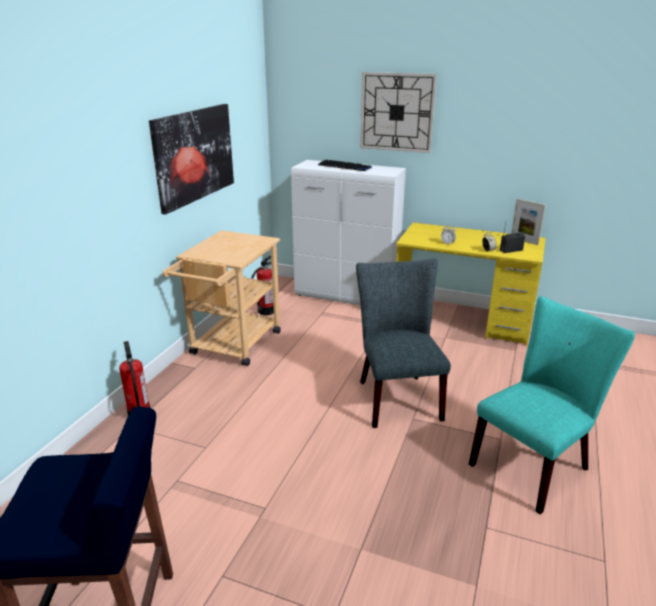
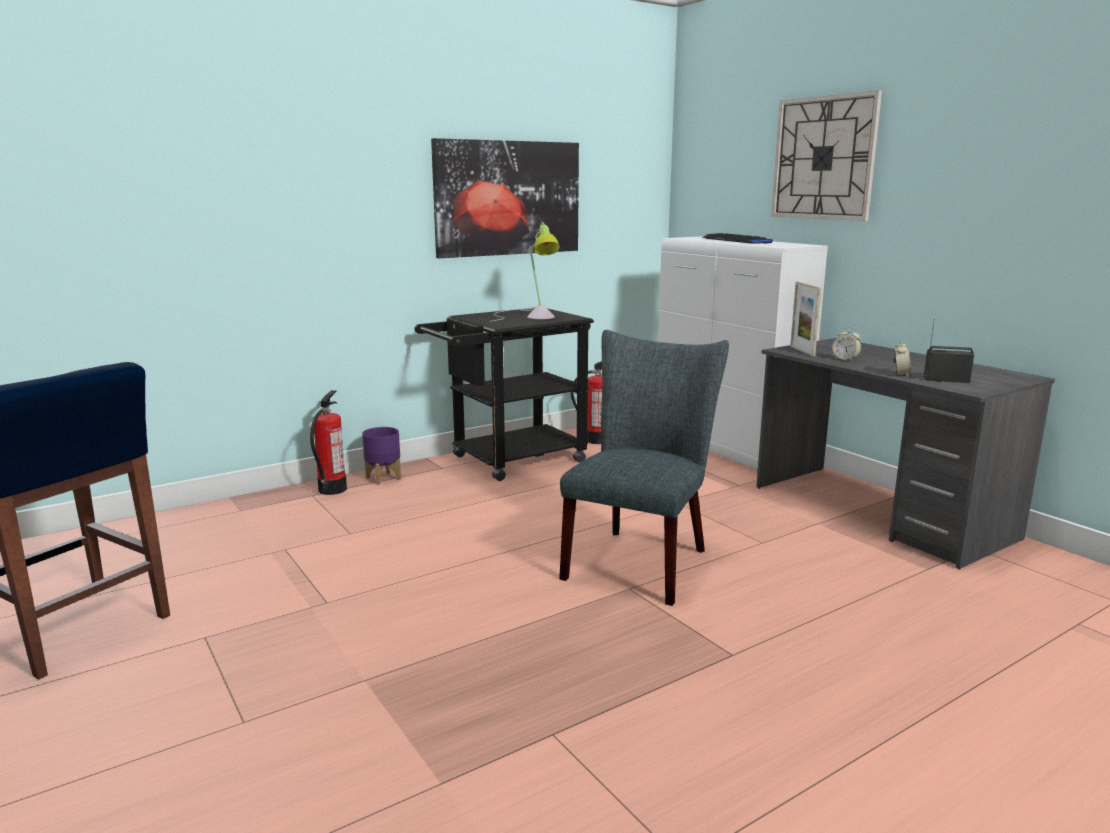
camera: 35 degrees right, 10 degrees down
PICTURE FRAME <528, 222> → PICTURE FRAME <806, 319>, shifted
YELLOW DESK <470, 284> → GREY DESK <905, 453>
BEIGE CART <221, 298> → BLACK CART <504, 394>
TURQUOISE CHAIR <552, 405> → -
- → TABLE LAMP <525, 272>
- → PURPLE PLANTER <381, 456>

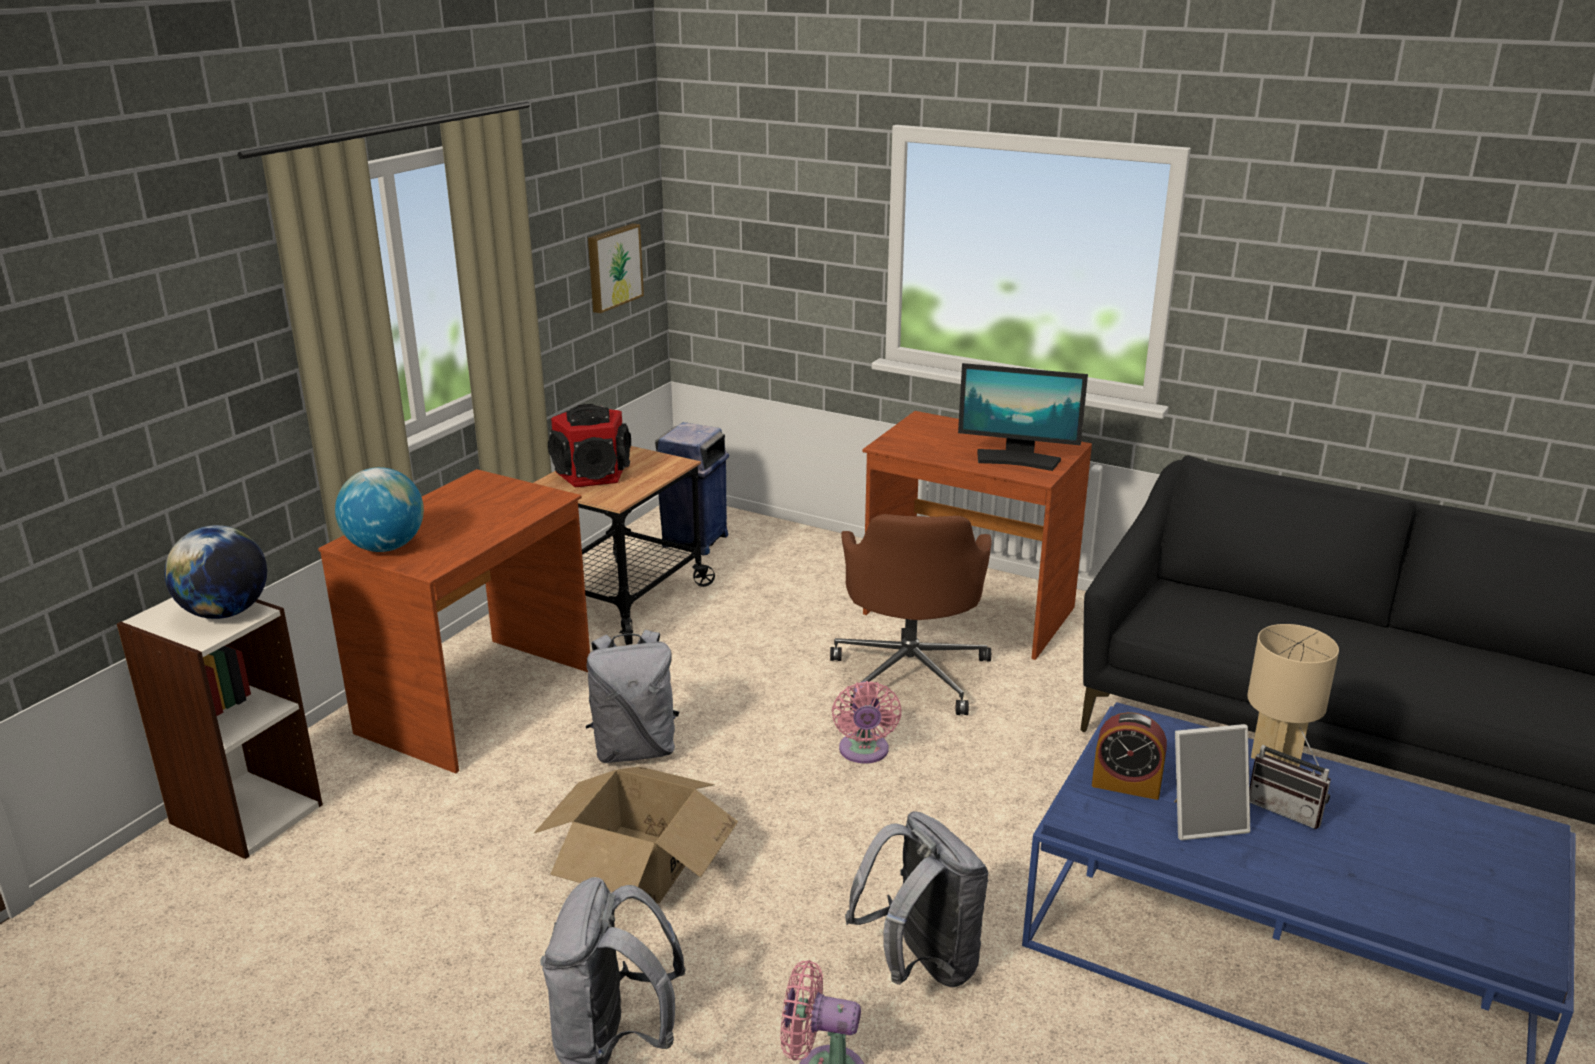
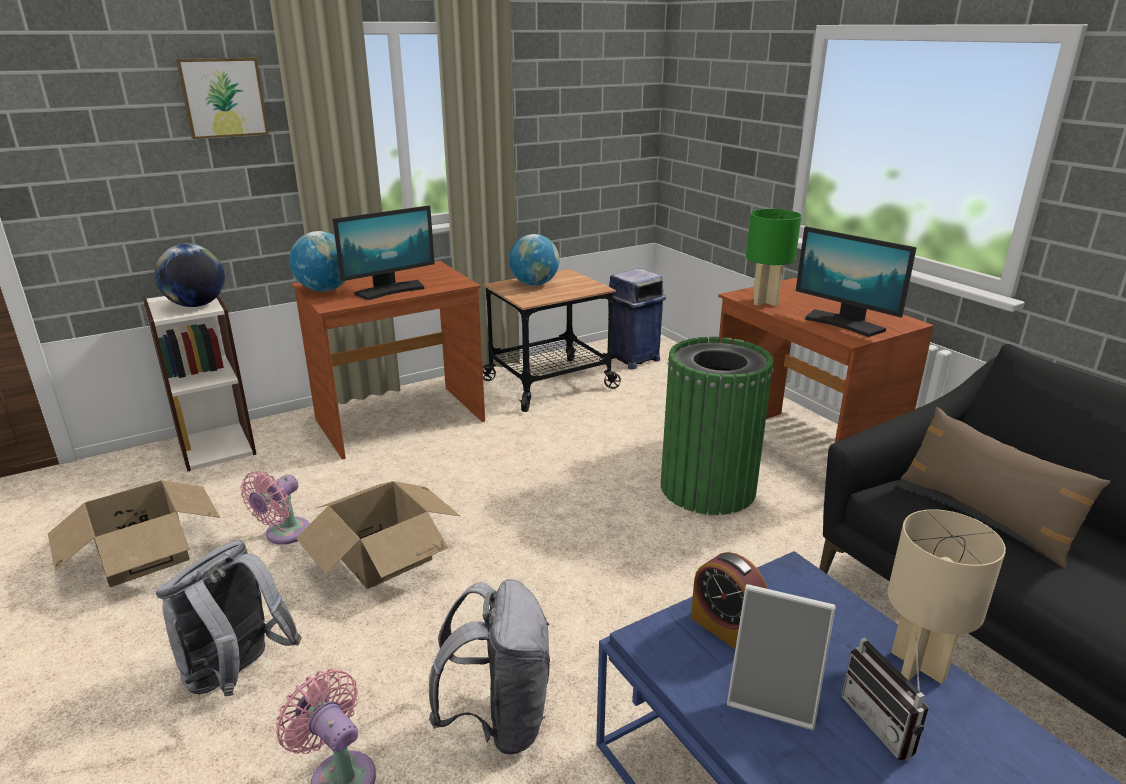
camera: 30 degrees right, 0 degrees up
PICTURE <616, 268> → PICTURE <222, 98>, shifted
SPEAKER <589, 445> → GLOBE <534, 260>
BROWN OFFICE CHAIR <911, 614> → GREEN TRASH CAN <717, 426>
GREY BACKPACK <632, 696> → -
PINK FAN <866, 722> → PINK FAN <275, 508>, shifted
- → MONITOR <384, 252>
- → GREEN TABLE LAMP <773, 257>
- → BROWN PILLOW <1006, 487>
- → CARDBOARD BOX <134, 533>

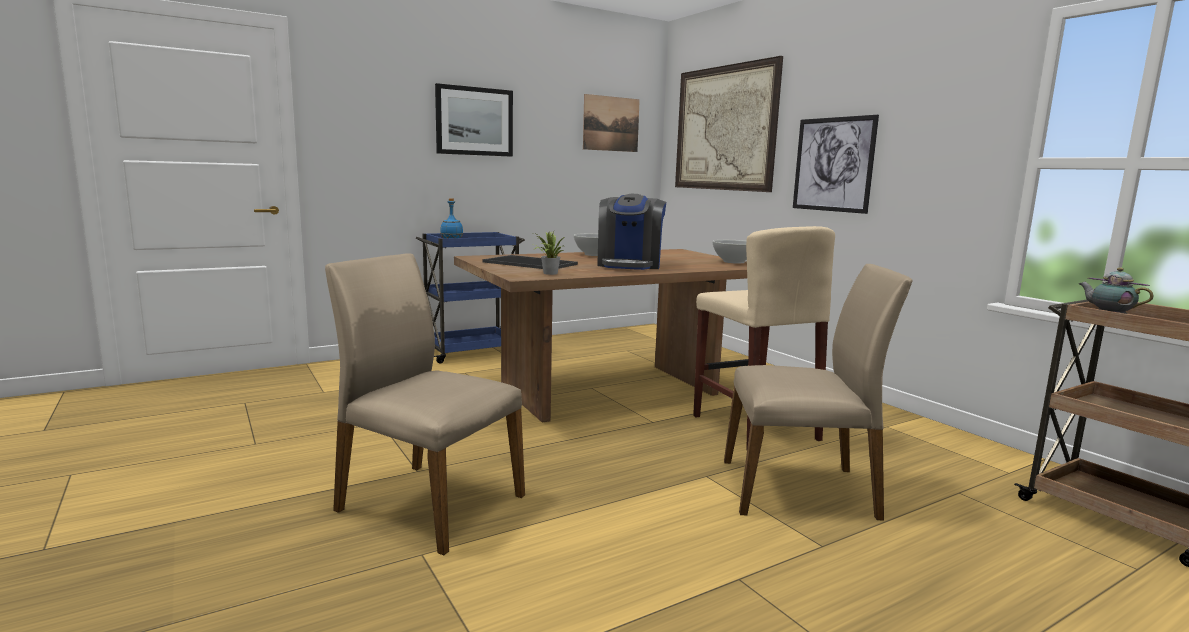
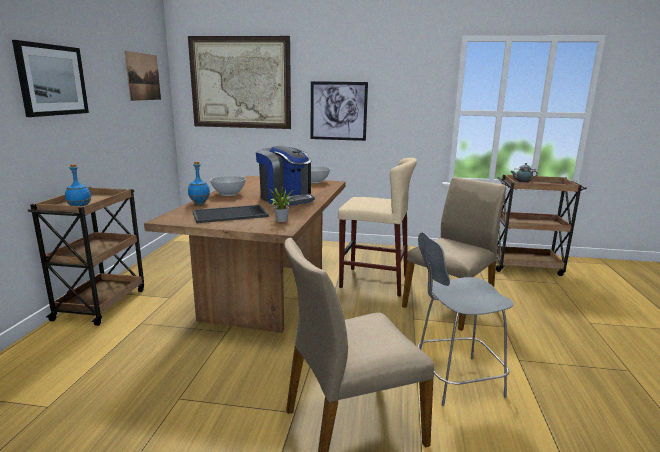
camera: 50 degrees left, 5 degrees up
BLUE CART <470, 298> → BROWN CART <86, 256>
- → BLUE BOTTLE <199, 182>
- → GREY CHAIR <466, 319>

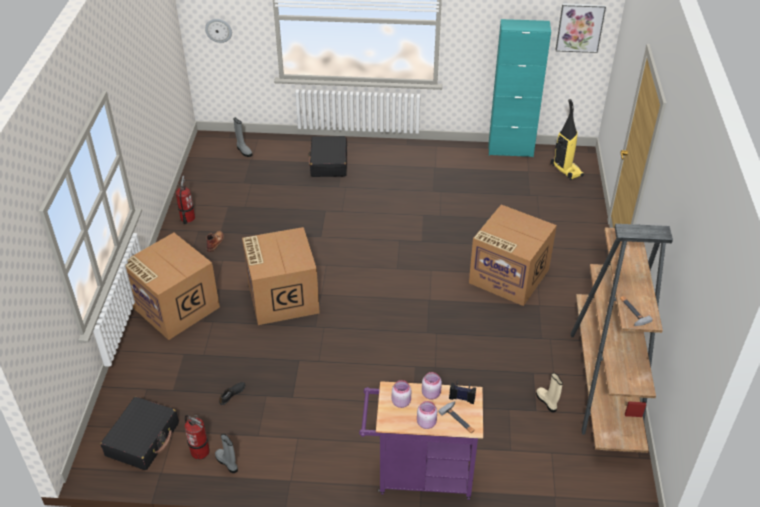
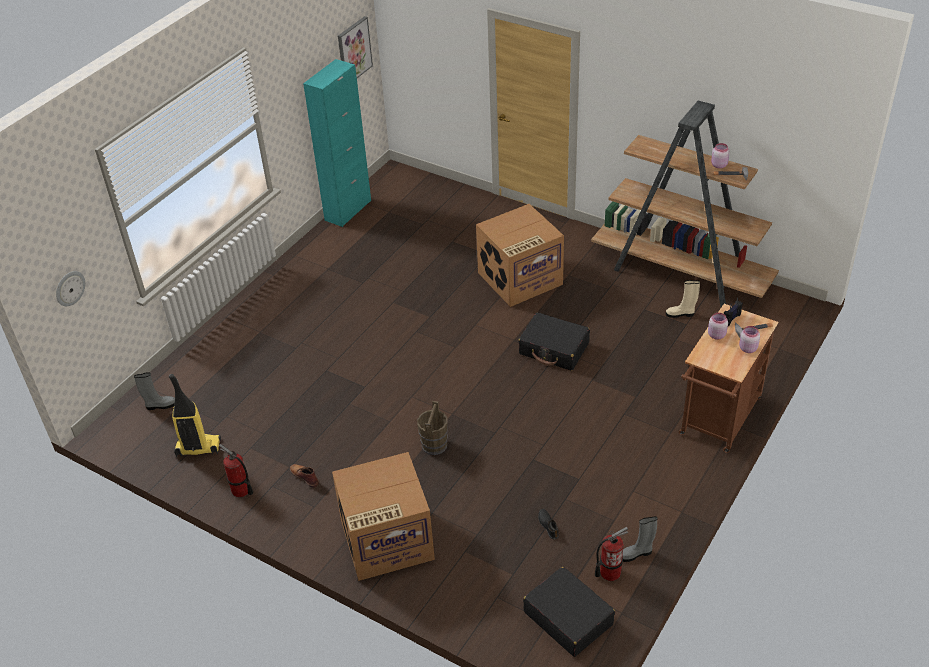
camera: 60 degrees left, 0 degrees up
VACUUM CLEANER <567, 139> → VACUUM CLEANER <195, 415>, shifted
BLACK SUITCASE <327, 156> → BLACK SUITCASE <554, 341>, shifted
CARDBOARD BOX <281, 276> → BROWN BUCKET <432, 428>
PINK JAR <401, 394> → PINK JAR <720, 155>, shifted
PURPLE CART <421, 440> → BROWN CART <728, 378>

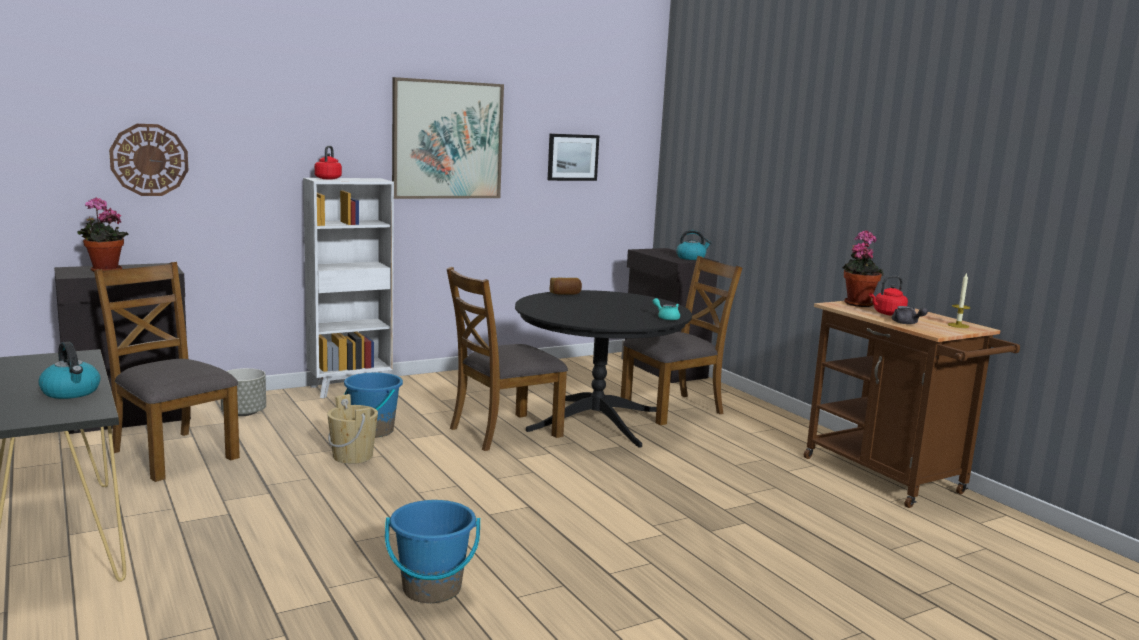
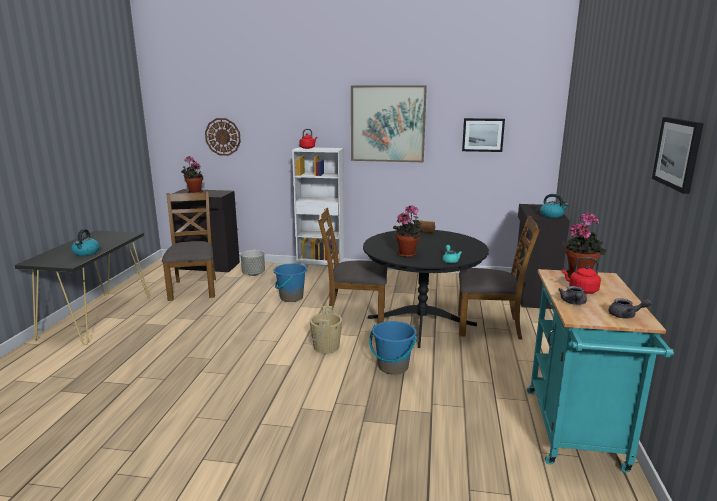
camera: 40 degrees right, 5 degrees up
CANDLE <959, 300> → GREY TEAPOT <630, 308>
BROWN CART <912, 403> → TURQUOISE CART <600, 371>
BEIGE BUCKET <352, 429> → BEIGE BUCKET <326, 329>, shifted
BLUE BUCKET <432, 551> → BLUE BUCKET <393, 348>, shifted
- → PICTURE <678, 155>
- → POTTED PLANT <408, 231>

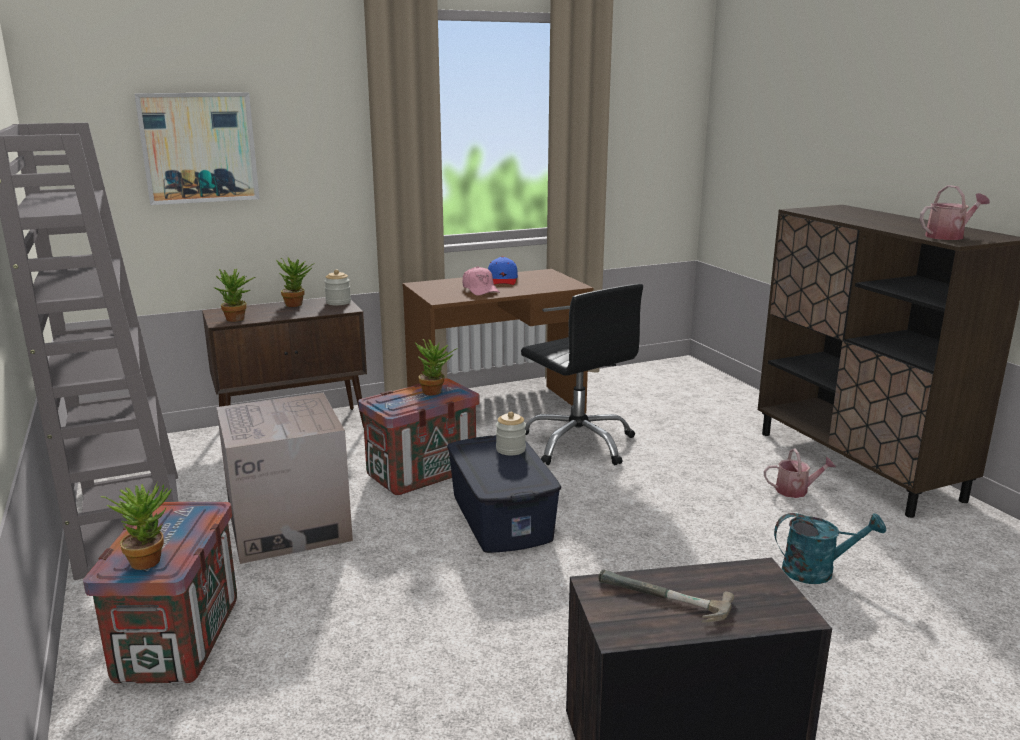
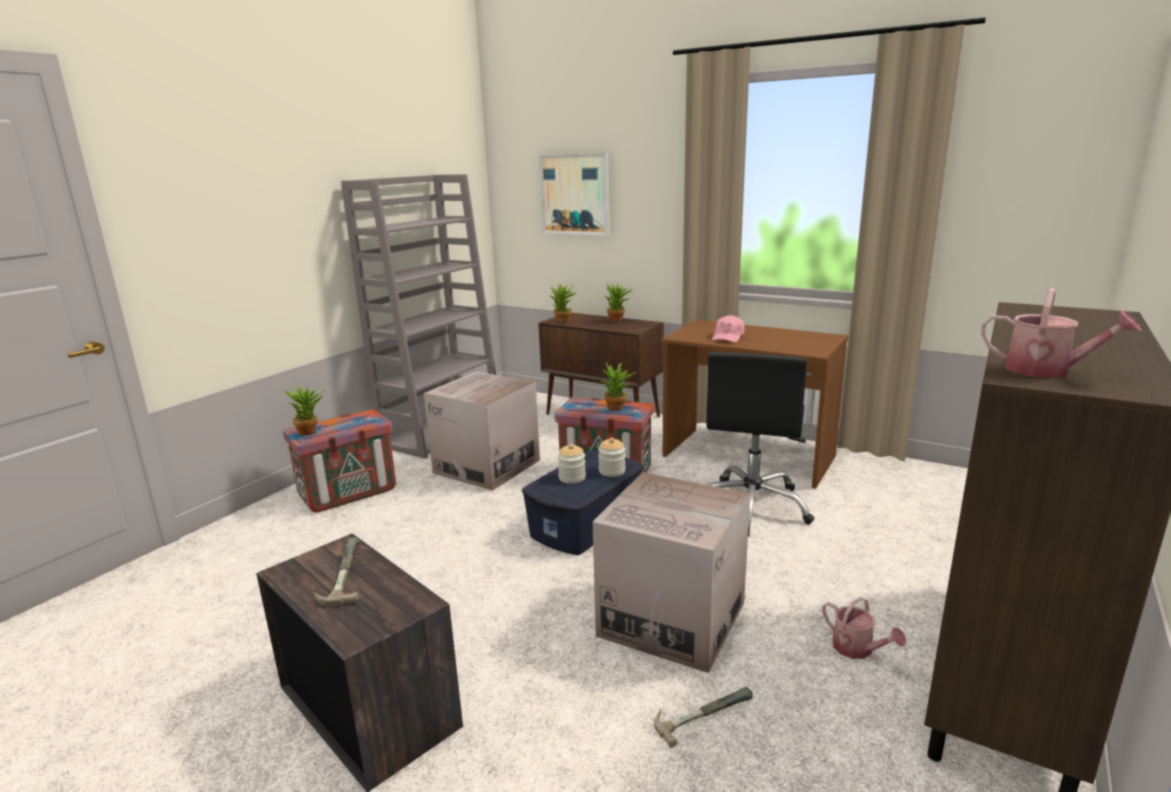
camera: 55 degrees right, 0 degrees up
BLUE CAP <503, 270> → -
JAR <337, 287> → JAR <572, 464>, shifted
TURQUOISE WATERING CAN <830, 548> → HAMMER <703, 717>
- → CARDBOARD BOX <671, 572>

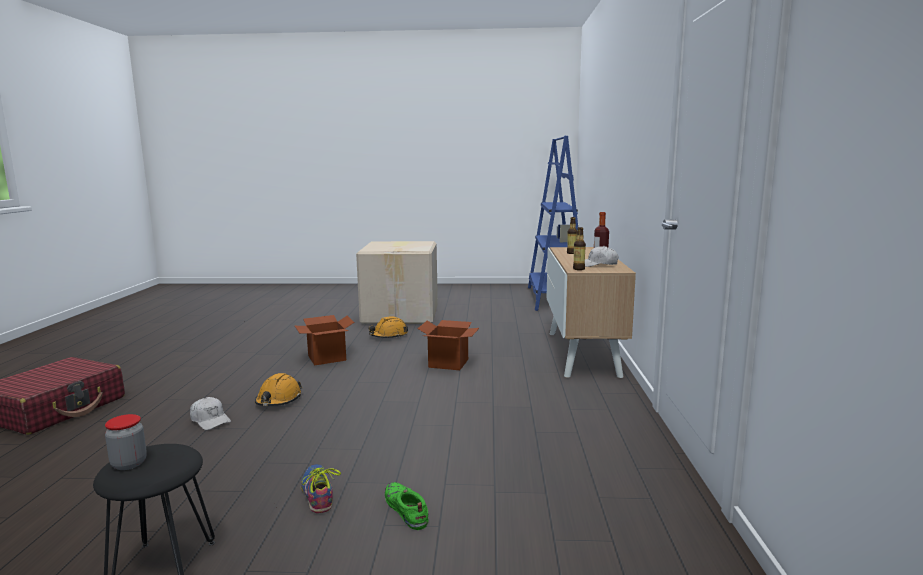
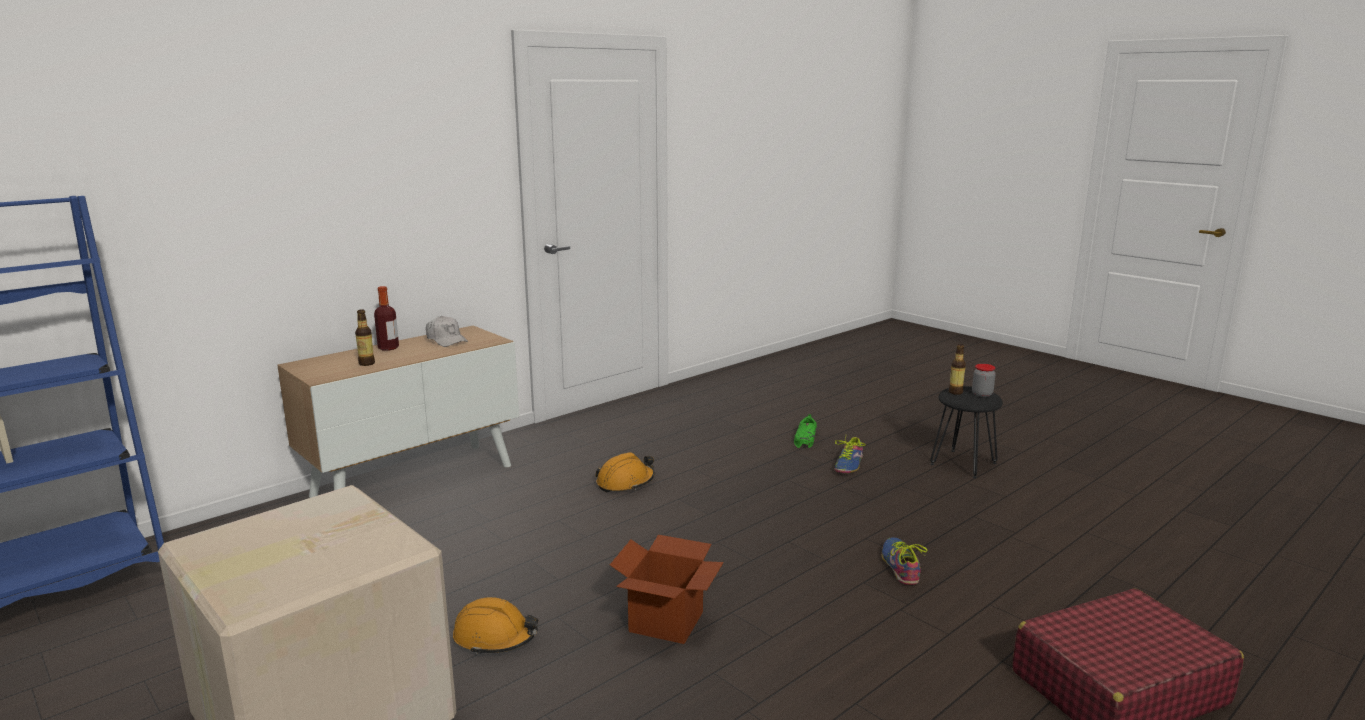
camera: 135 degrees left, 5 degrees up
BOTTLE <579, 248> → BOTTLE <957, 369>, shifted
CARDBOARD BOX <448, 345> → -
ORANGE HARD HAT <278, 389> → ORANGE HARD HAT <625, 472>, shifted
WHITE CAP <210, 413> → SHOE <905, 561>

